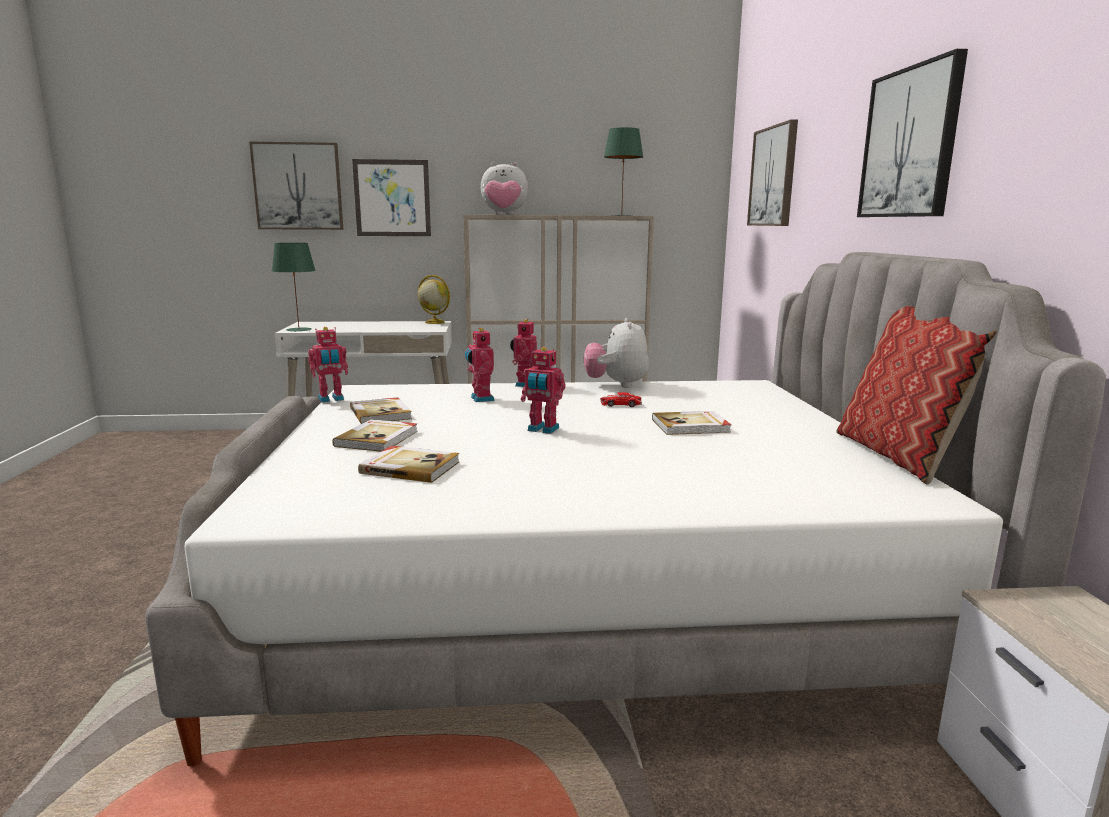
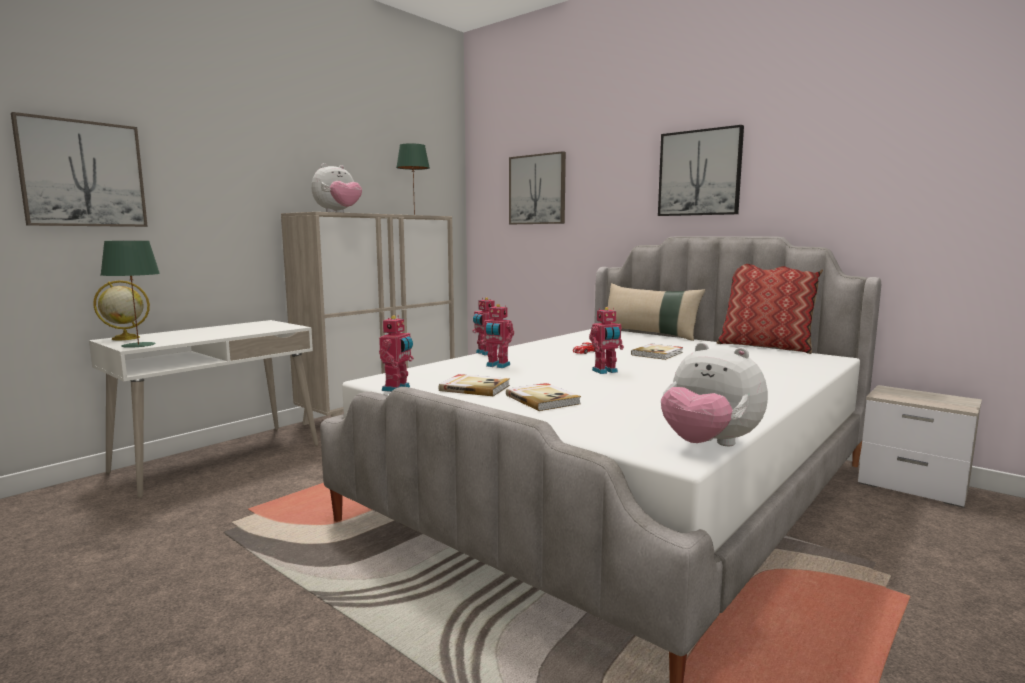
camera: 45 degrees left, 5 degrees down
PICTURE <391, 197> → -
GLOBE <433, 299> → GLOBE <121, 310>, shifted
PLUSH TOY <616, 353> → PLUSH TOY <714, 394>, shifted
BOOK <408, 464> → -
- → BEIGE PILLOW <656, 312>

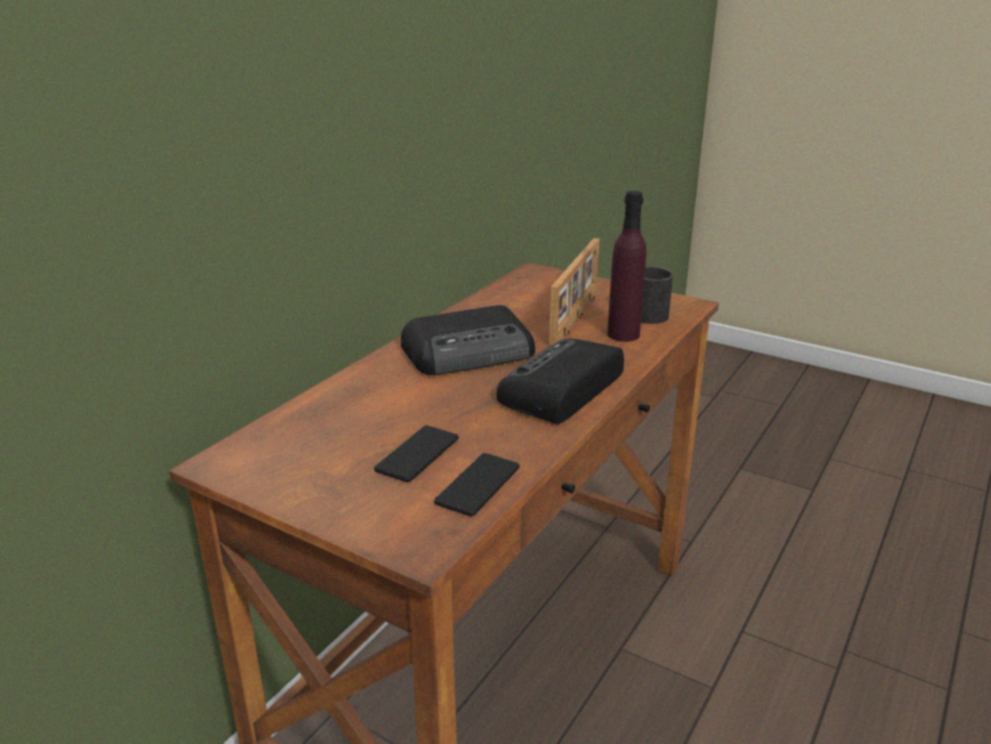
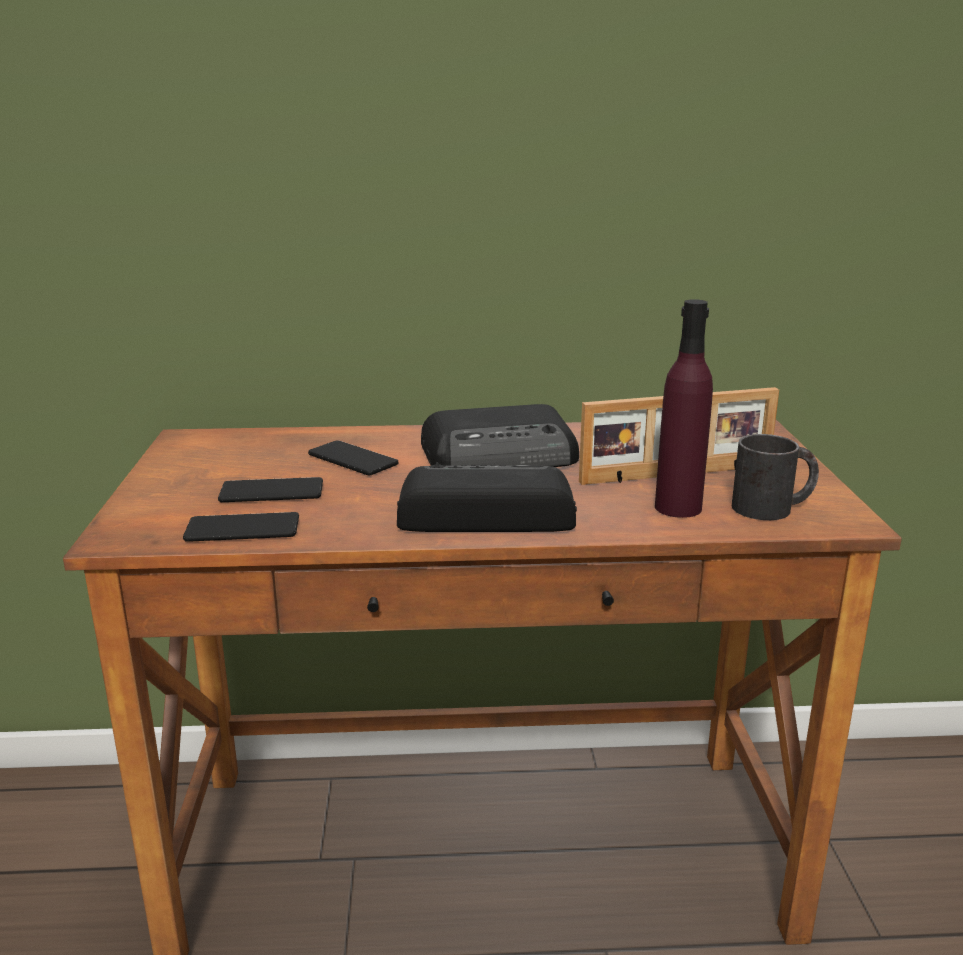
camera: 55 degrees right, 5 degrees down
RADIO <468, 340> → RADIO <500, 435>, 45 degrees counterclockwise
- → PHONE <353, 457>

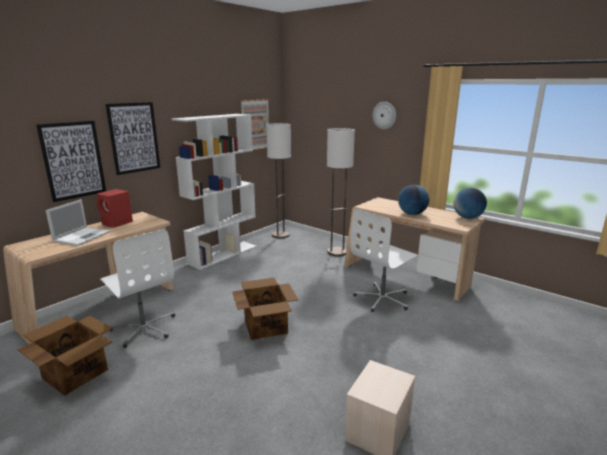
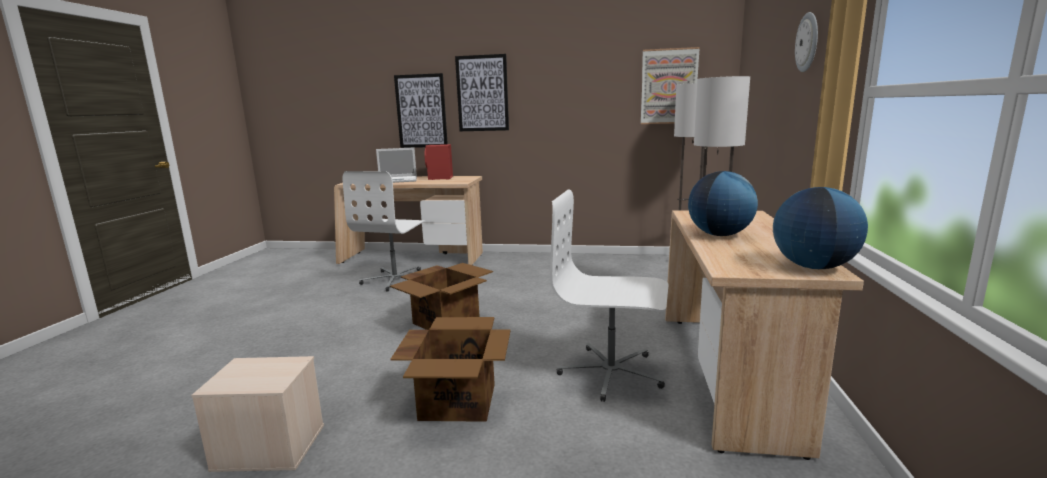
camera: 60 degrees right, 5 degrees down
WHITE BOOKCASE <214, 192> → -
CARDBOARD BOX <65, 356> → CARDBOARD BOX <451, 369>, shifted

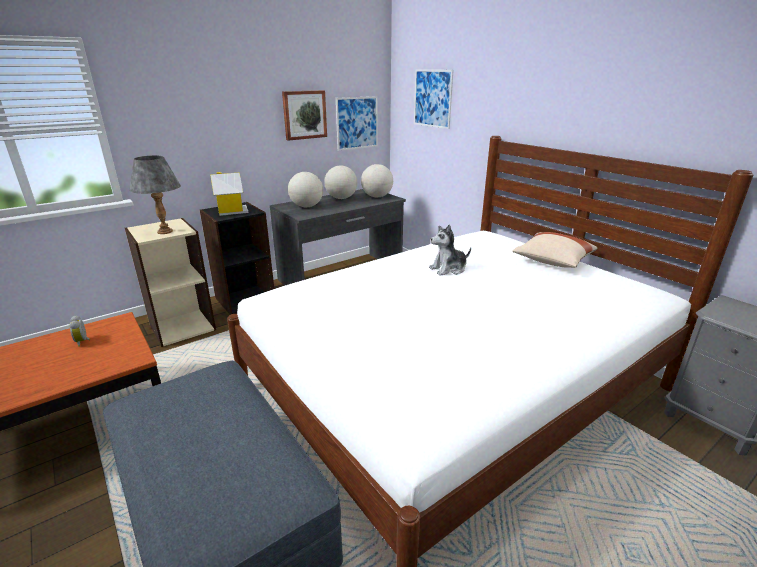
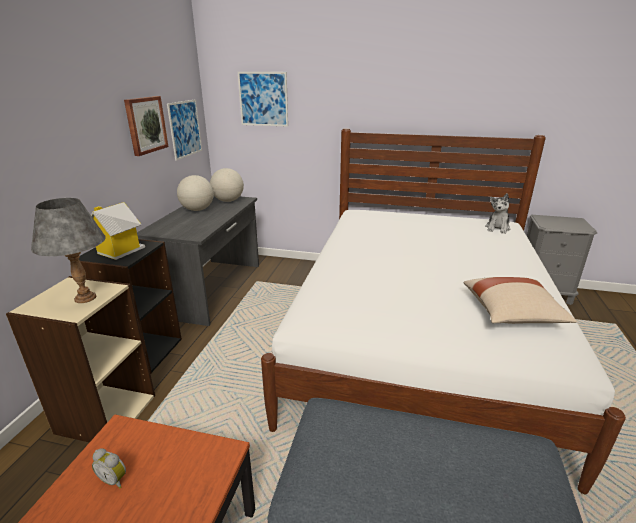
camera: 40 degrees left, 0 degrees up
GLOBE <305, 189> → -
PLUSH TOY <450, 250> → PLUSH TOY <497, 213>, shifted
BEIGE PILLOW <554, 250> → BEIGE PILLOW <520, 300>, shifted

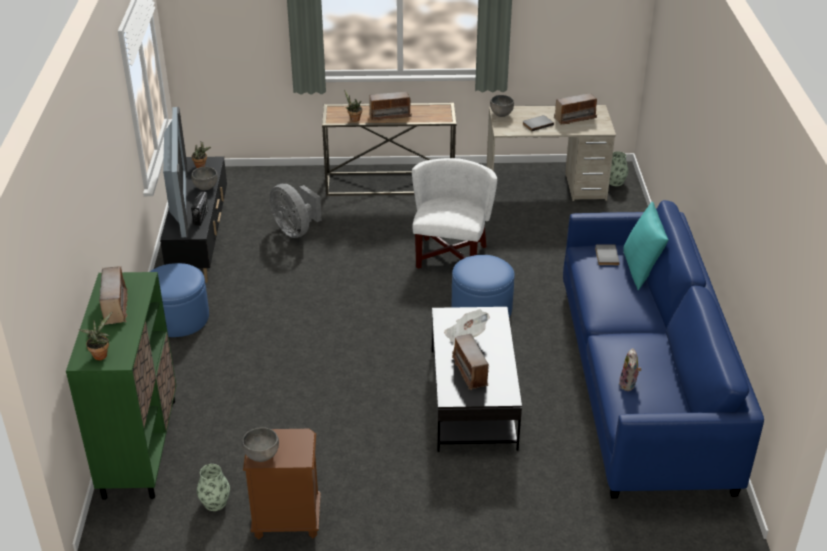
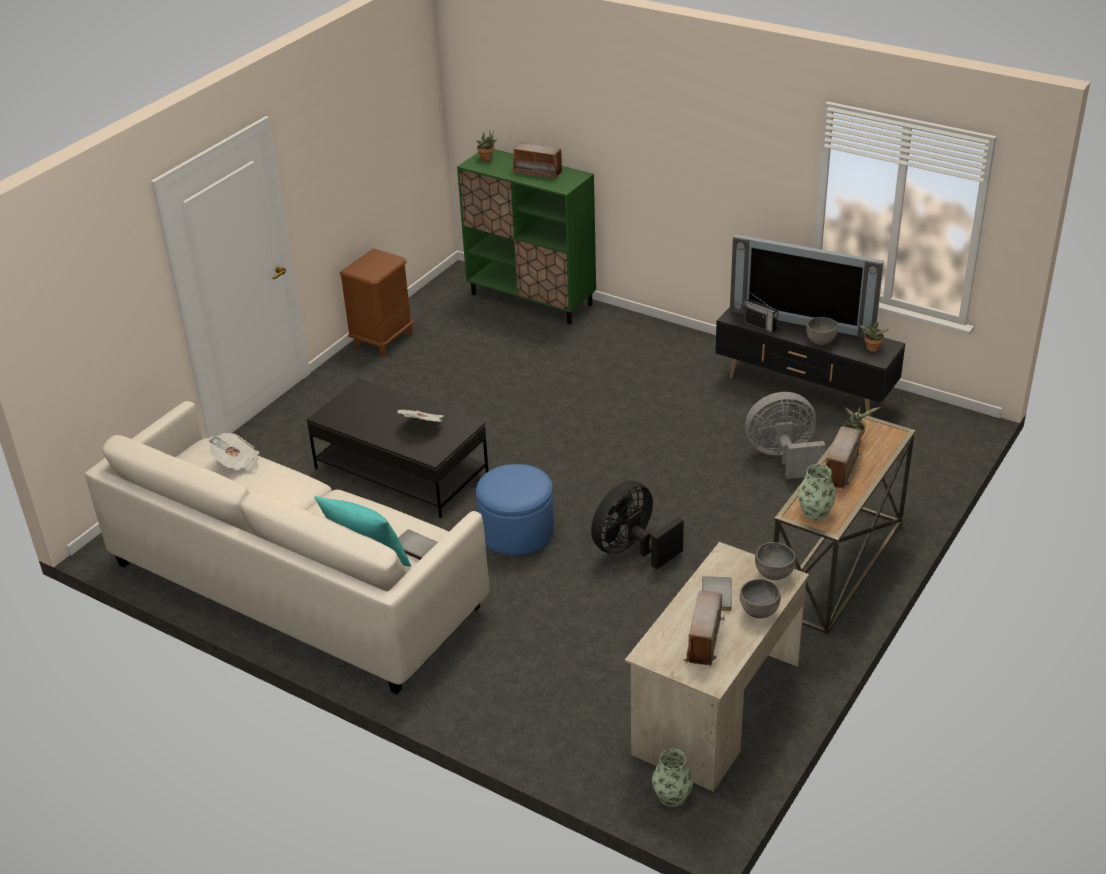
camera: 125 degrees right, 0 degrees up
WHITE ARMCHAIR <454, 213> → BLACK FAN <637, 525>
BLUE SOFA <663, 349> → WHITE SOFA <287, 547>
BLUE OTTOMAN <179, 300> → -
RADIO <470, 362> → -
PLUSH TOY <630, 369> → NEWSPAPER <233, 452>
GREY BOWL <260, 444> → GREY BOWL <760, 598>, shifted
VASE <213, 487> → VASE <817, 492>, shifted

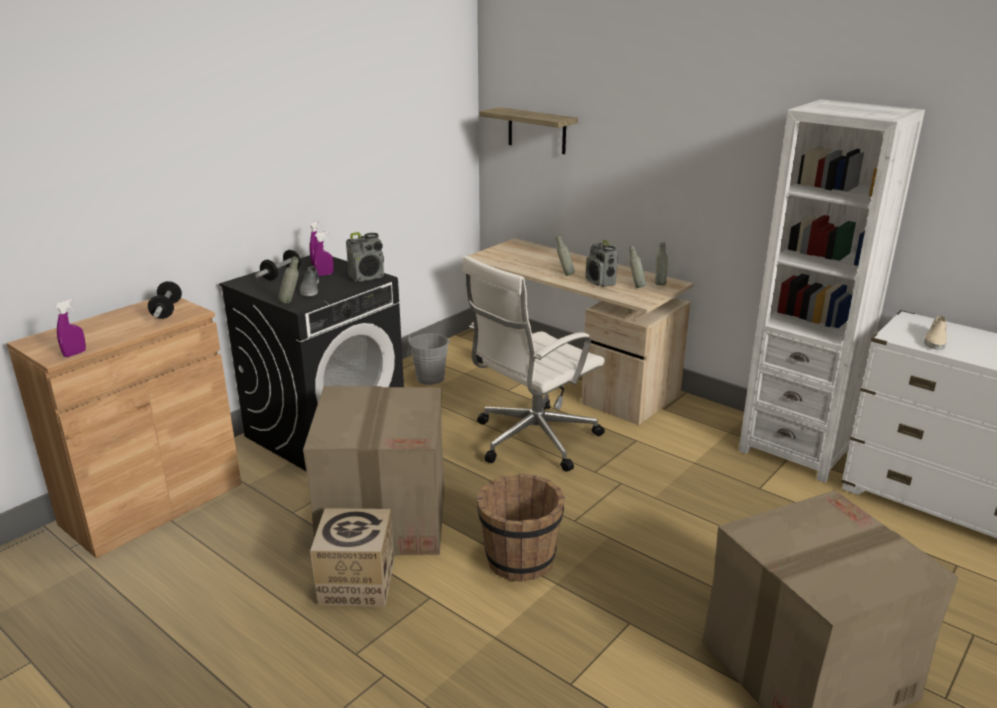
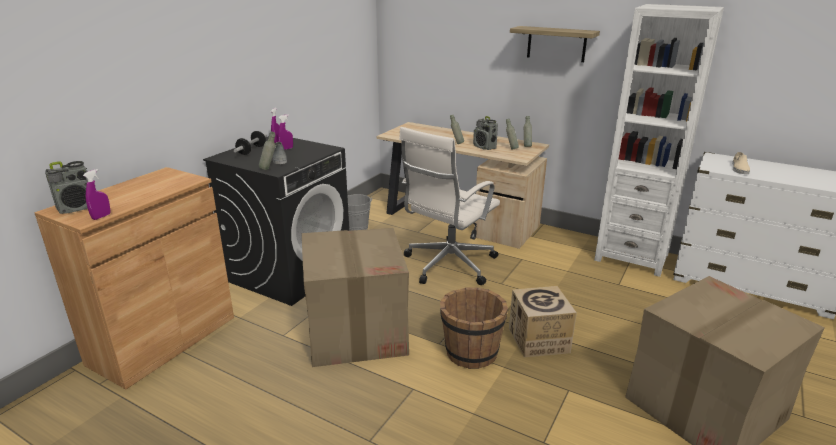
camera: 10 degrees left, 0 degrees up
SHELF <528, 130> → SHELF <555, 44>, shifted
RADIO <365, 256> → RADIO <66, 187>, shifted
DUMBBELL <165, 300> → -
CARDBOARD BOX <352, 557> → CARDBOARD BOX <543, 321>, shifted

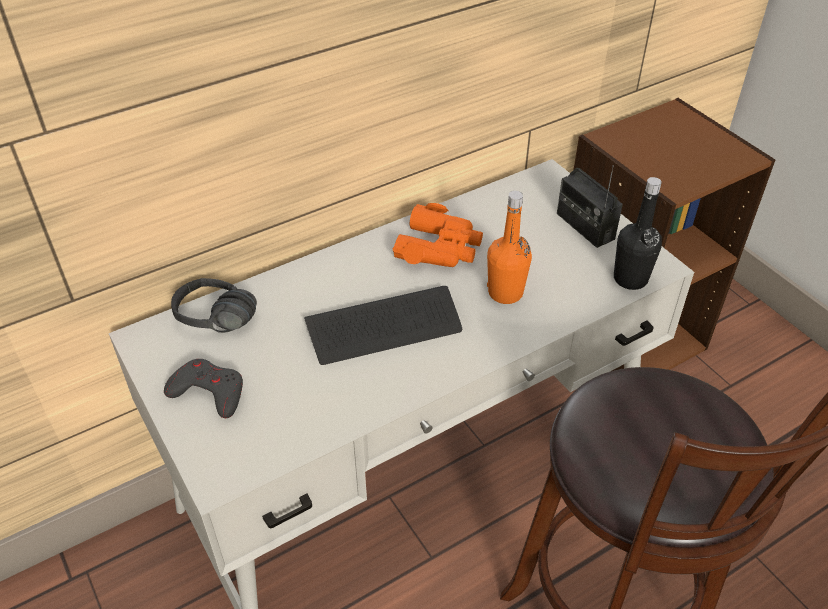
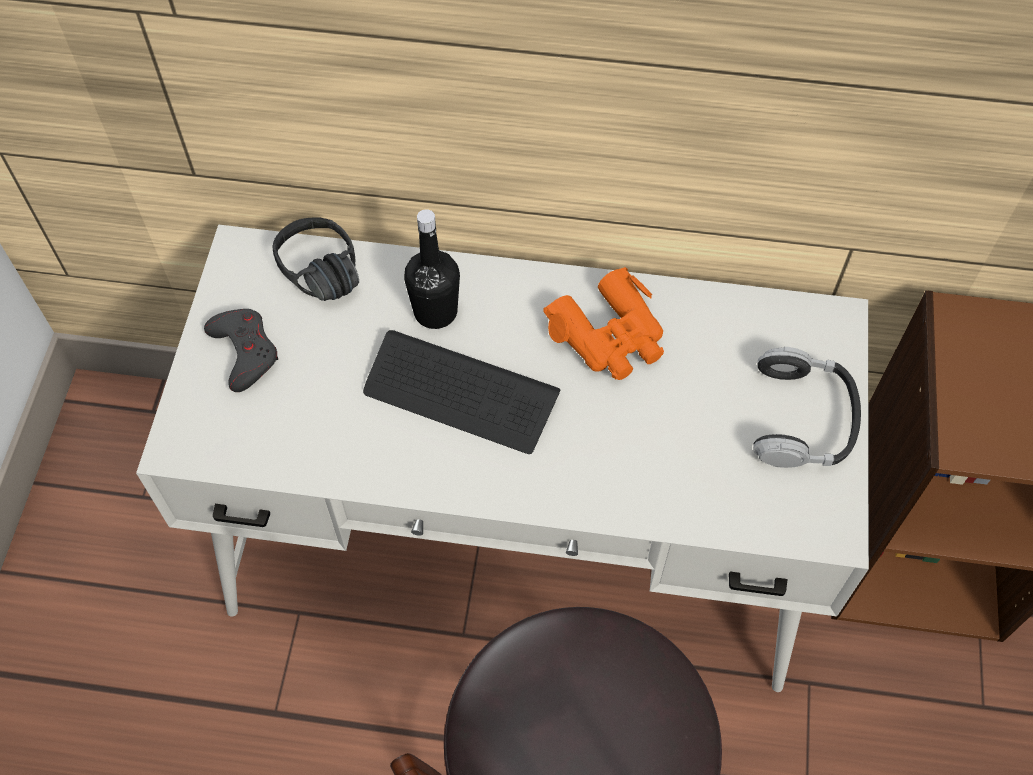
camera: 40 degrees right, 15 degrees up
RADIO <590, 206> → HEADPHONES <807, 407>
BLACK BOTTLE <638, 233> → BLACK BOTTLE <432, 269>, shifted
ORANGE BOTTLE <509, 247> → -

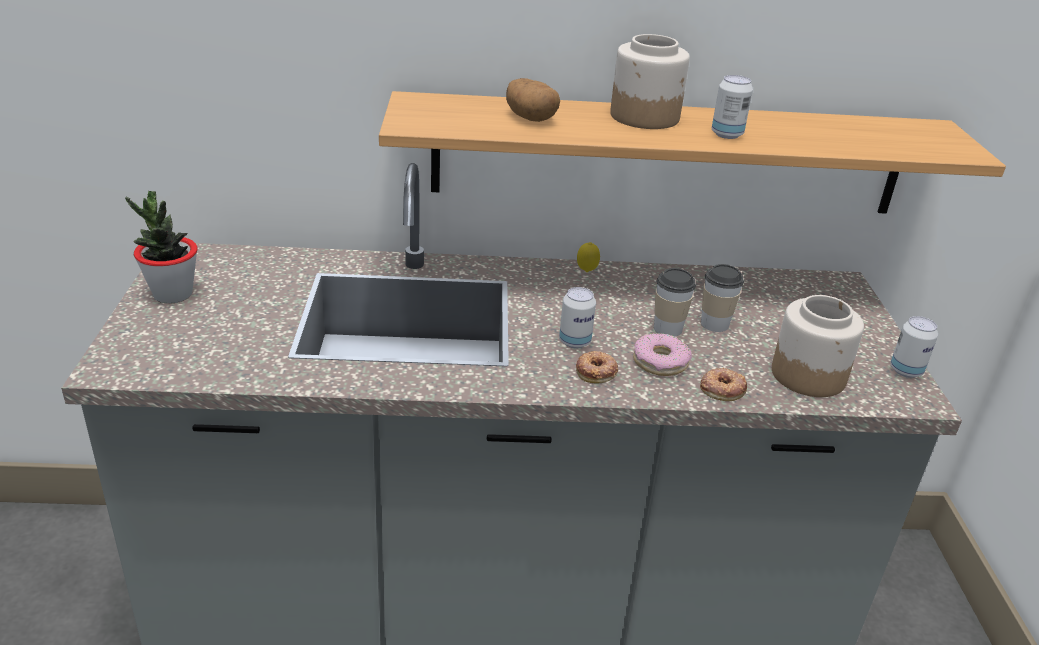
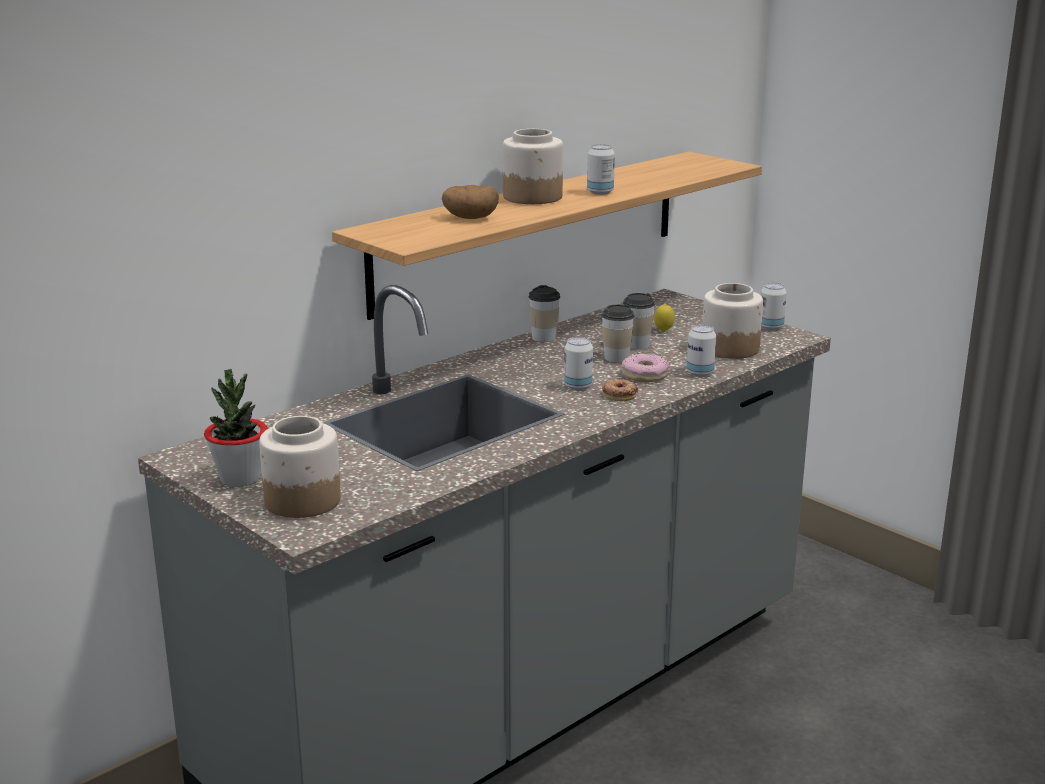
camera: 40 degrees left, 10 degrees down
LEMON <588, 257> → LEMON <664, 318>, shifted
DONUT <723, 384> → CAN <701, 350>
- → CUP <544, 313>
- → JAR <300, 467>

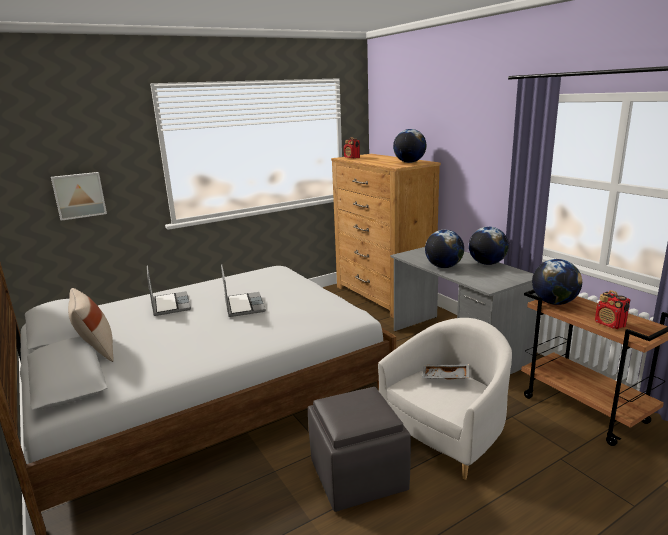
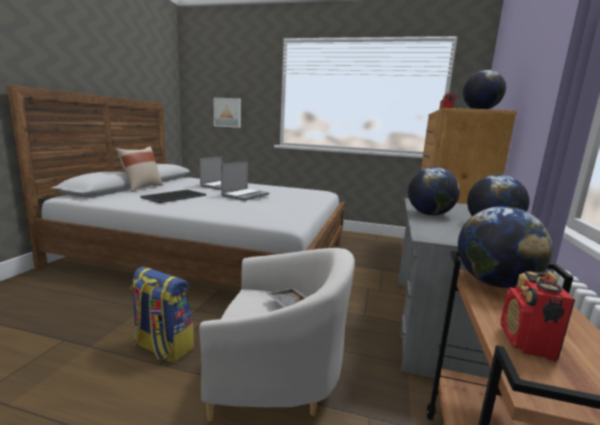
camera: 45 degrees right, 5 degrees down
GREY OTTOMAN <359, 449> → BACKPACK <162, 315>
- → TRAY <173, 196>

